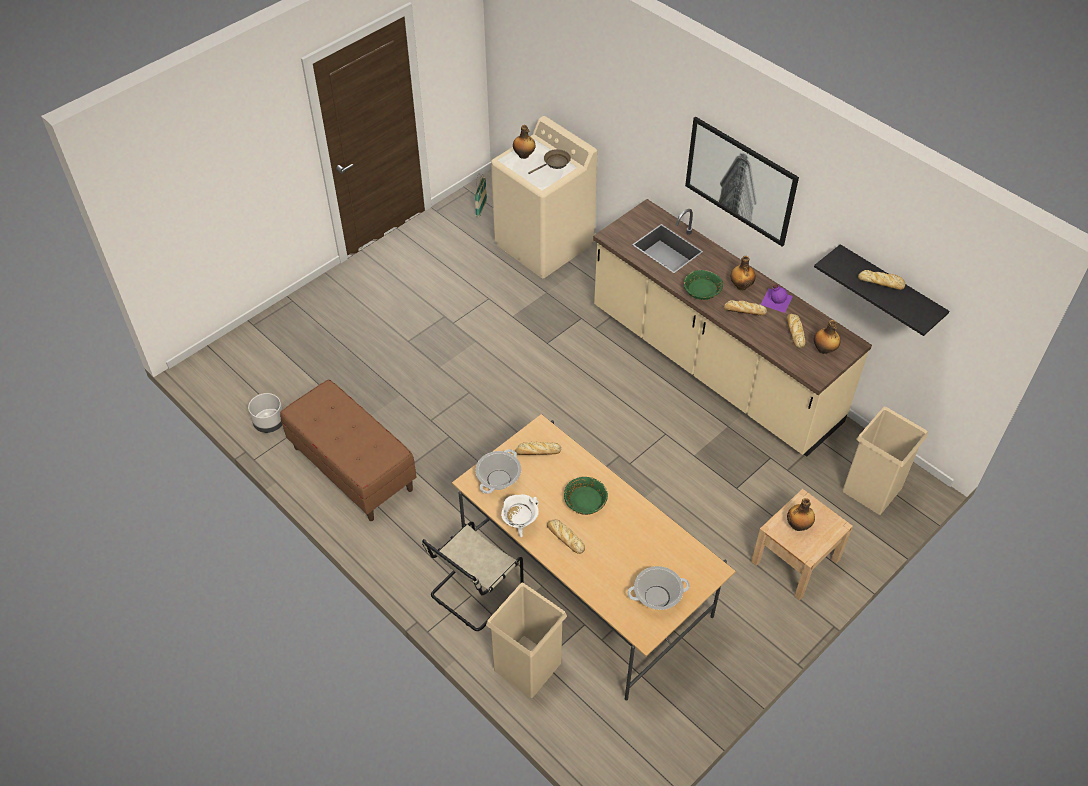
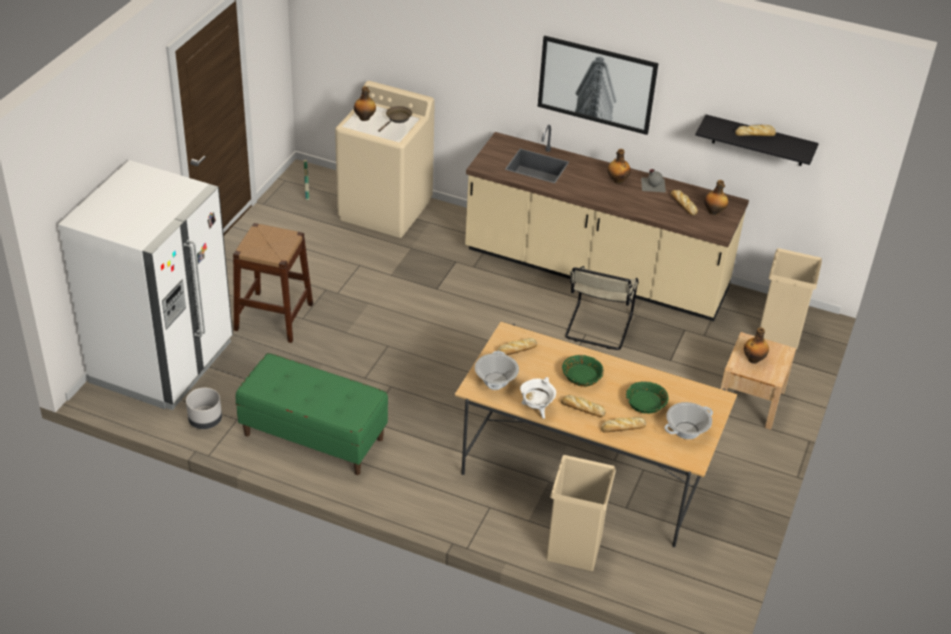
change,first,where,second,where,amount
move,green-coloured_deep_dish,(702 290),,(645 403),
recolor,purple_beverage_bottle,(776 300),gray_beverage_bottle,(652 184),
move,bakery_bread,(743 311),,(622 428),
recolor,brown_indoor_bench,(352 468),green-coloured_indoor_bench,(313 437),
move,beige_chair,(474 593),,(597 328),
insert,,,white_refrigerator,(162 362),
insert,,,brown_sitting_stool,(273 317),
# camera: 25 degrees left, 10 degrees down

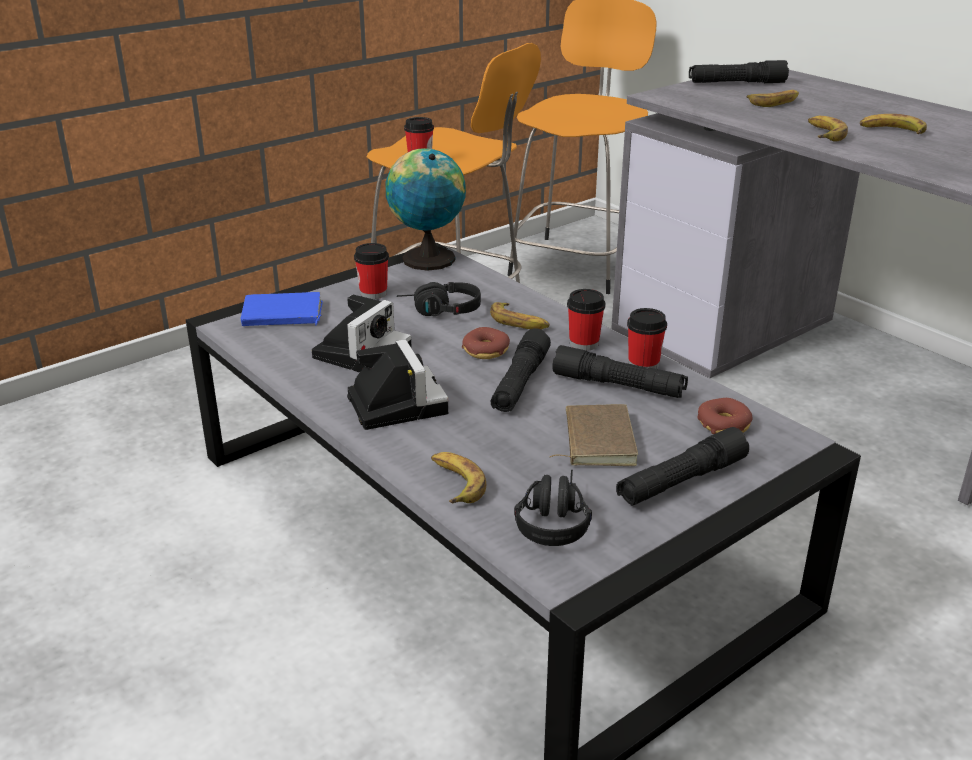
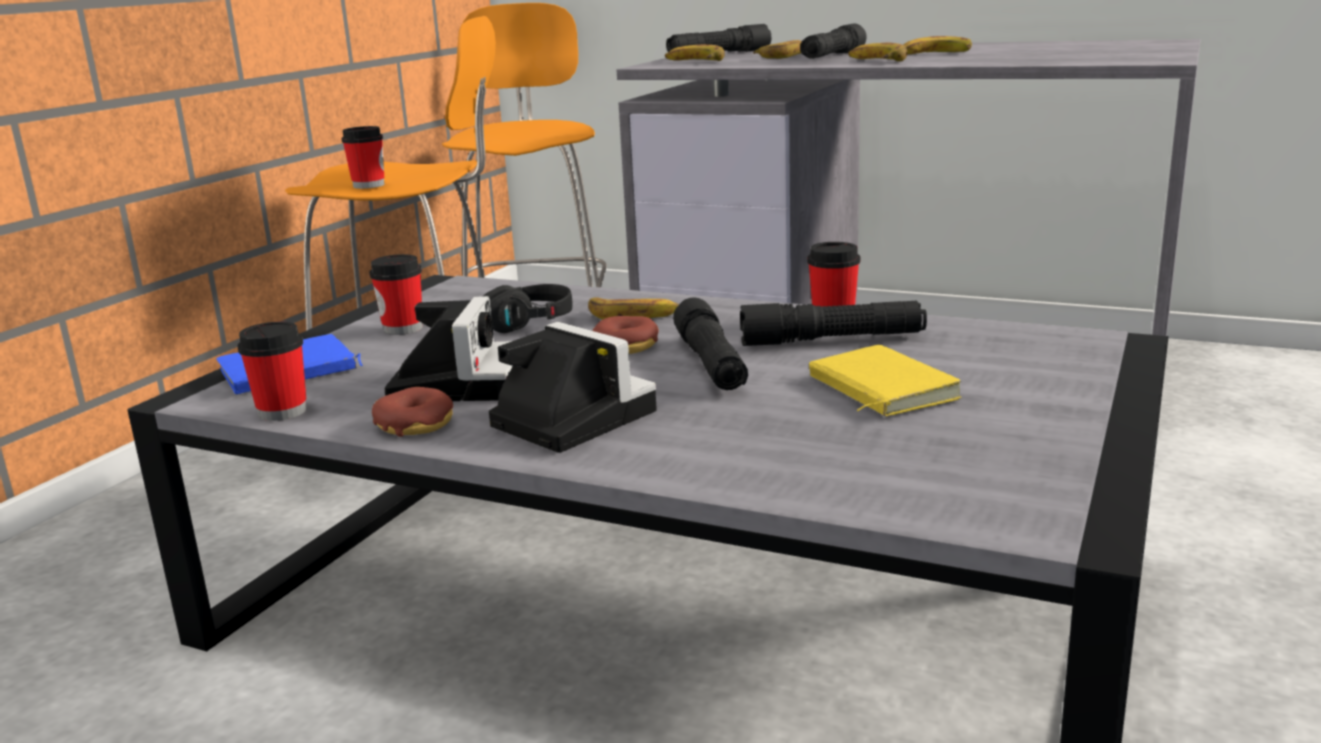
change,first,where,second,where,amount
delete,desk_globe,(426 258),,,
move,drinking_cup,(584 343),,(282 411),
move,doughnut,(724 424),,(415 424),
recolor,brown_volume,(596 440),yellow_volume,(878 389),
move,blackish_torch,(681 481),,(833 56),
move,whole_banana,(455 483),,(694 61),
delete,blackish_headphones,(553 518),,,
# camera: 25 degrees left, 10 degrees down

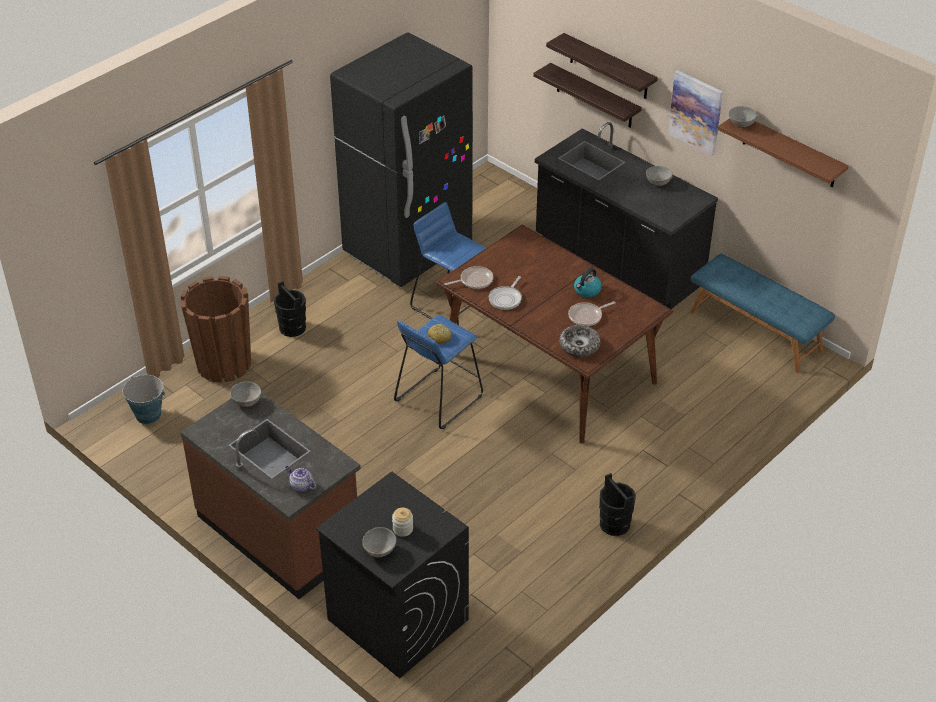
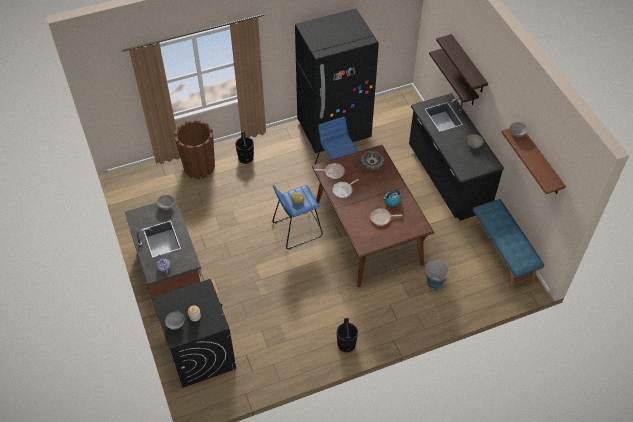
change,first,where,second,where,amount
delete,wall_picture,(696 112),,,
move,deep_dish,(579 346),,(372 163),
move,pail,(148 415),,(434 282),
# camera: 25 degrees right, 10 degrees up

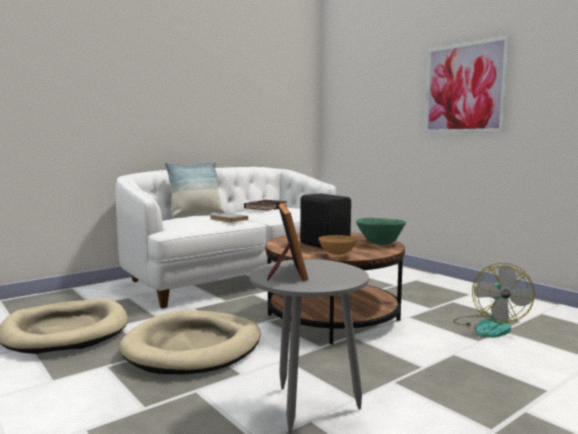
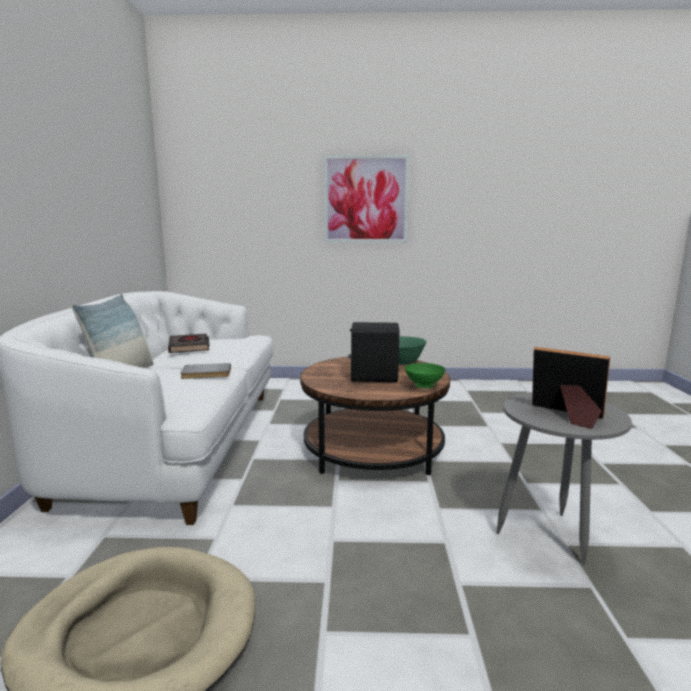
change,first,where,second,where,amount
recolor,brown_deep_dish,(338 257),green-coloured_deep_dish,(424 386),
delete,cooling_fan,(489 326),,,
delete,beige_pet_bed,(193 347),,,
# camera: 50 degrees left, 5 degrees up

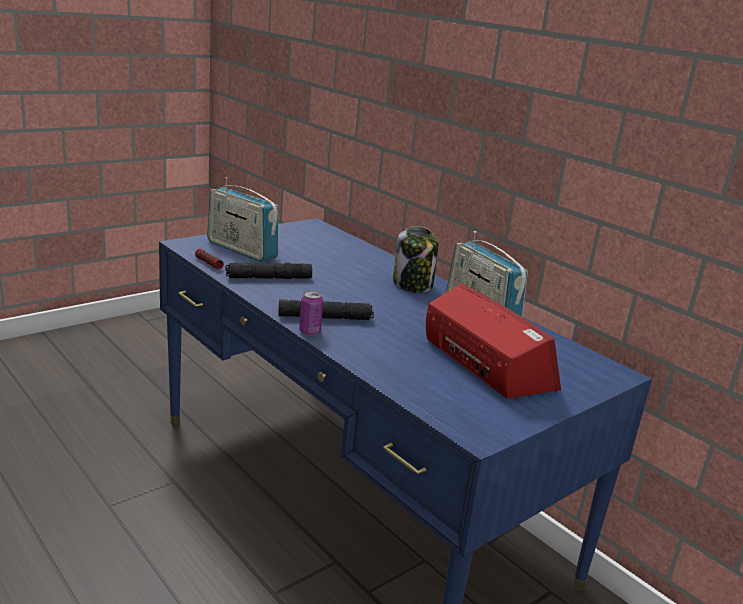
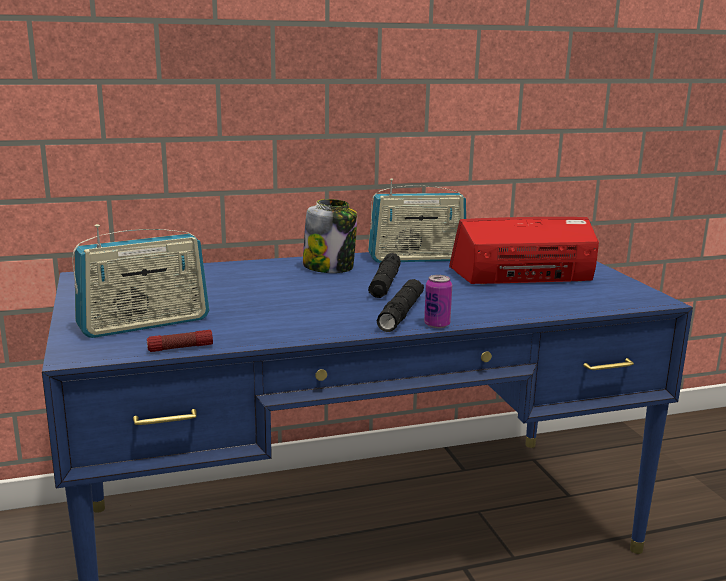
change,first,where,second,where,amount
move,blackish_torch,(268 278),,(385 284),
# camera: 65 degrees left, 5 degrees down

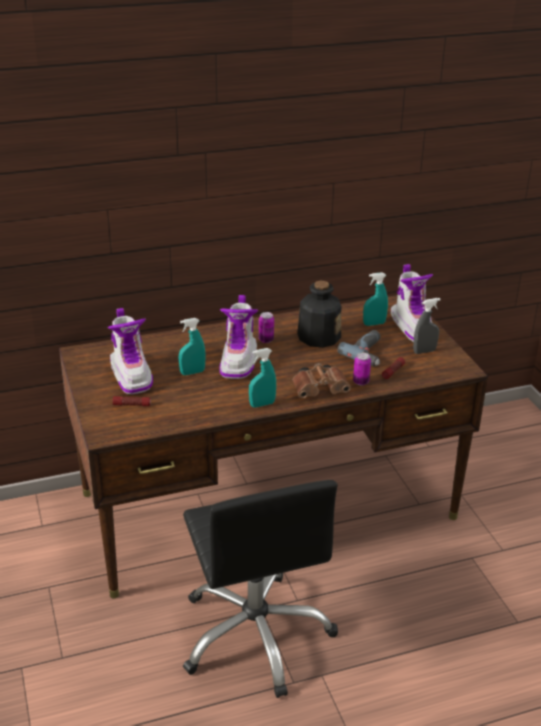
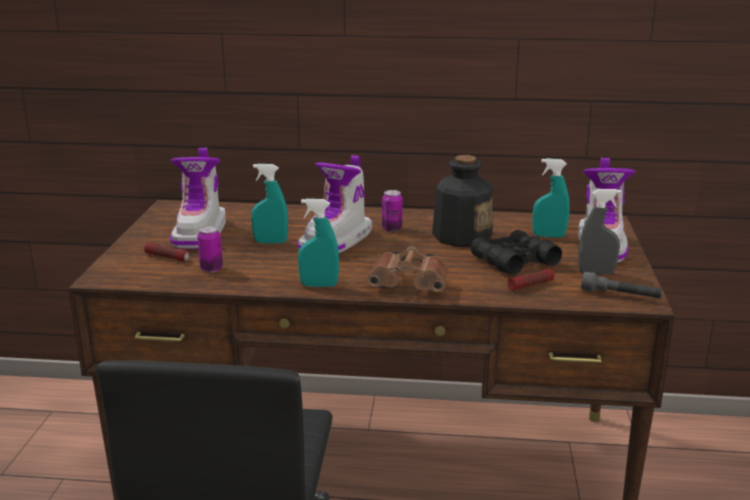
change,first,where,second,where,amount
replace,drill,(369 353),blackish_binoculars,(514 262),
move,can,(361 382),,(211 269),
insert,,,gray_torch,(620 295),
# camera: 25 degrees right, 10 degrees down

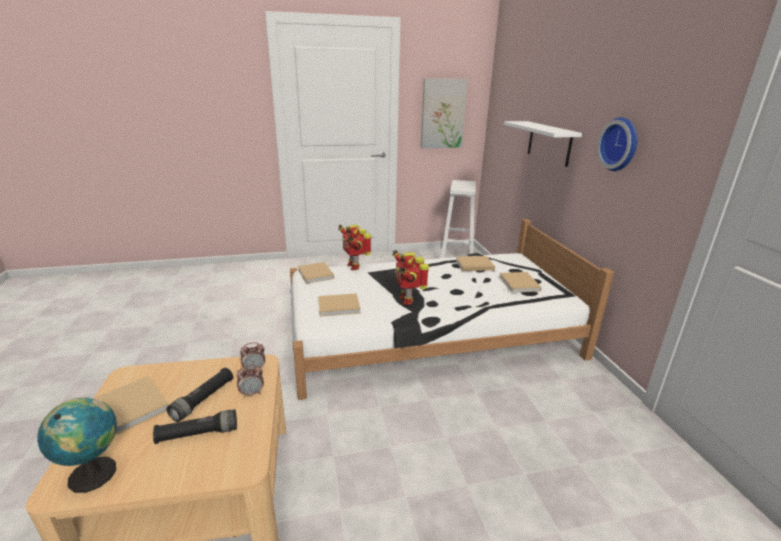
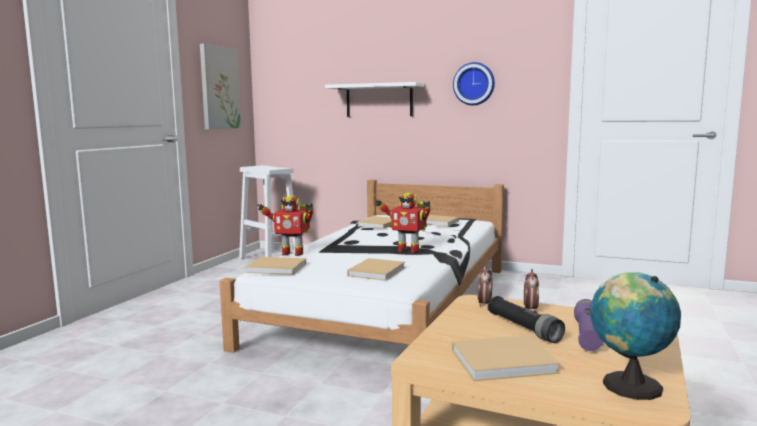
change,first,where,second,where,amount
recolor,blackish_torch,(198 434),purple_torch,(587 335),
# camera: 55 degrees left, 15 degrees down

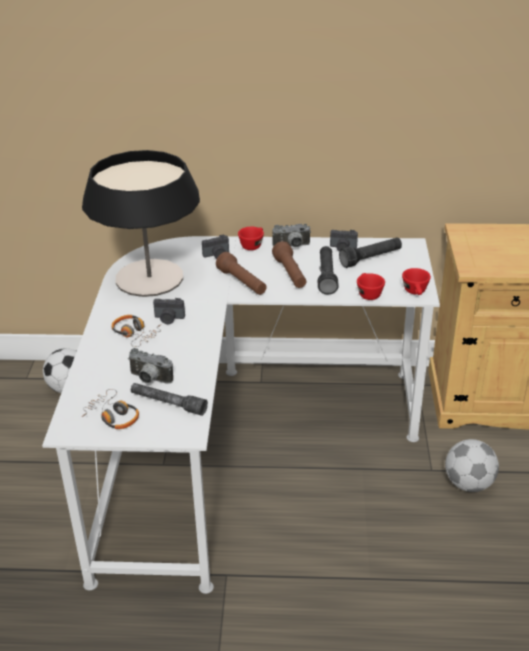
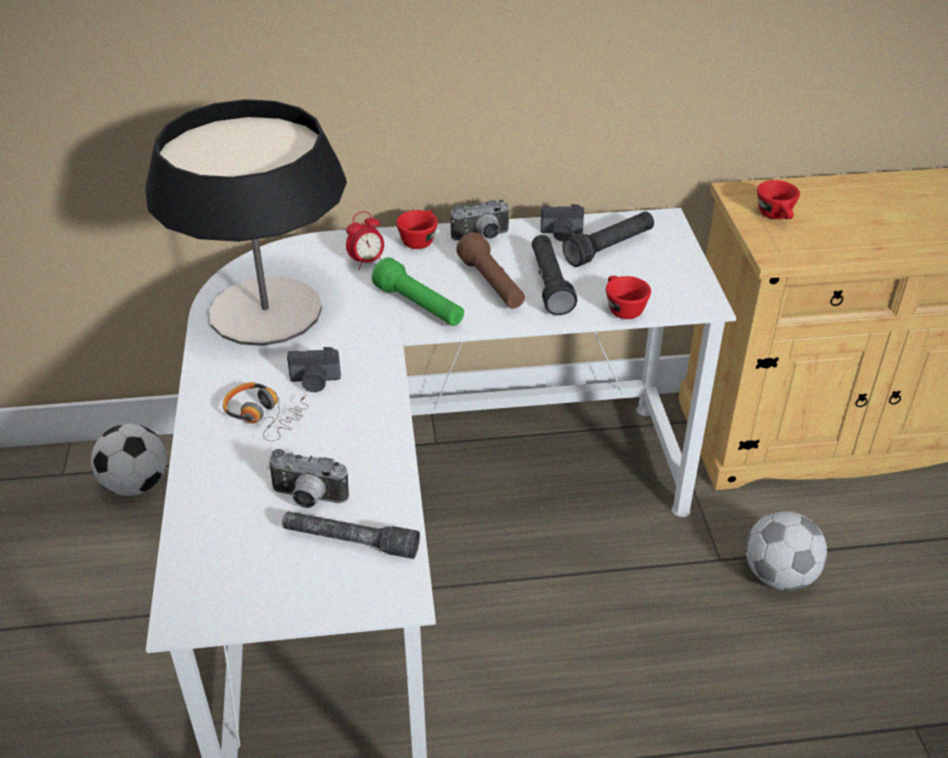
change,first,where,second,where,amount
replace,photo_camera,(217 255),table_clock,(367 262),
recolor,brown_torch,(242 283),green-coloured_torch,(419 307),
move,red_drinking_cup,(416 292),,(777 216),
delete,headphones,(113 416),,,
# camera: 10 degrees left, 5 degrees up

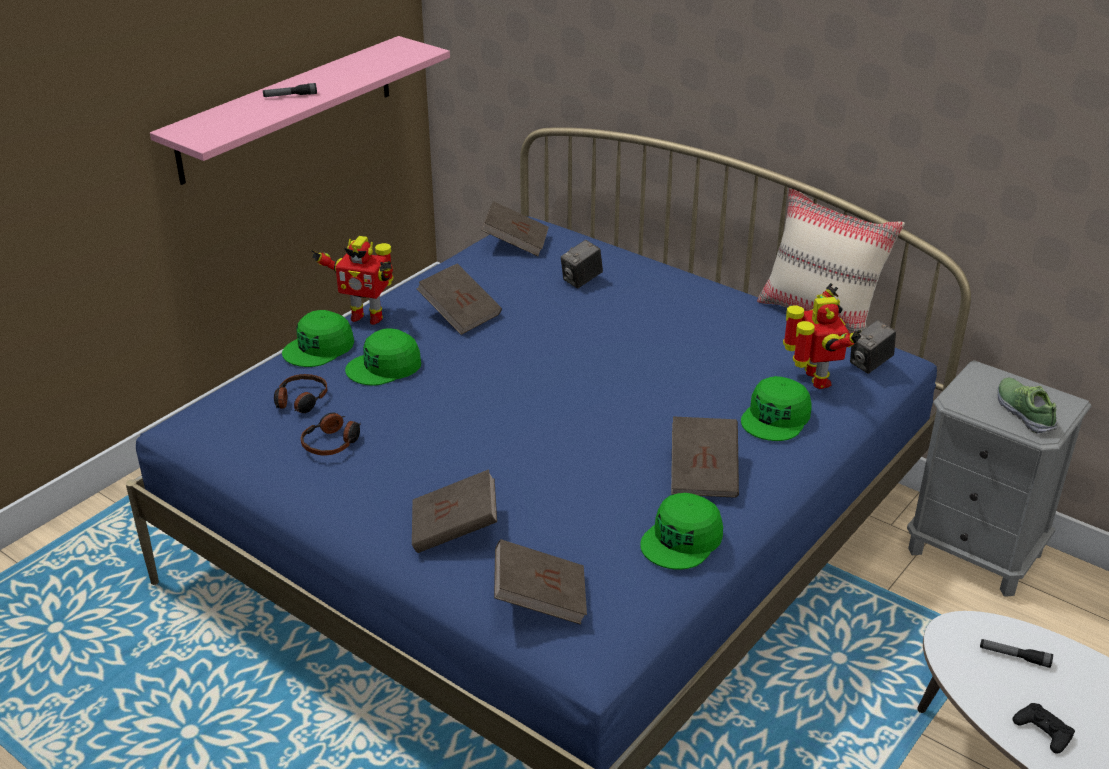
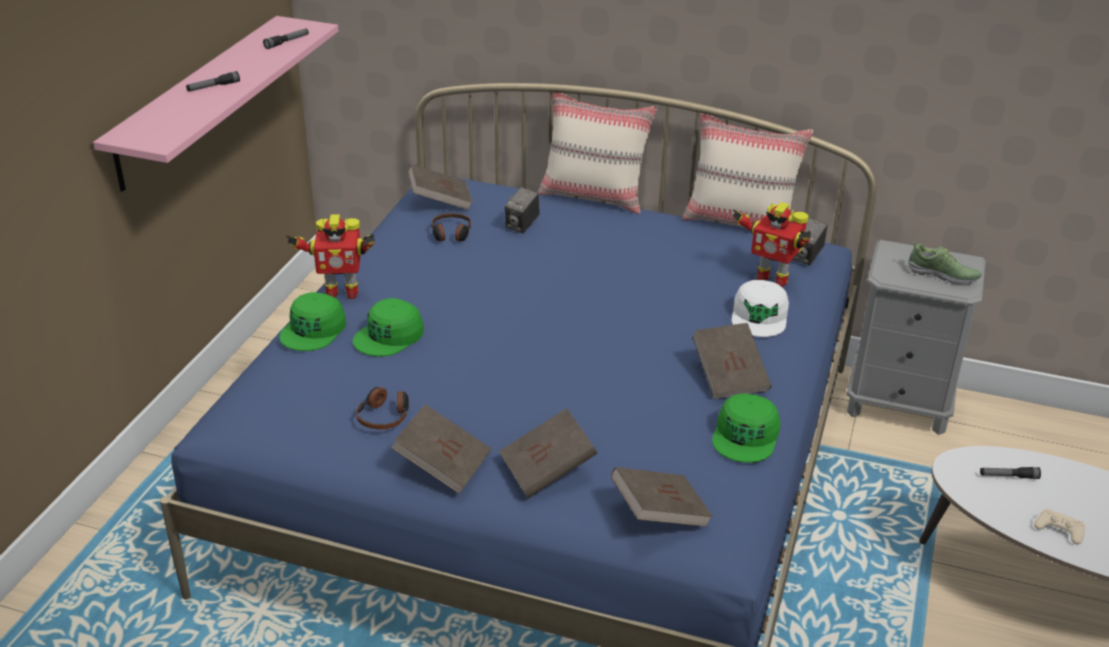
change,first,where,second,where,amount
move,brown_volume,(460 314),,(443 464),
rotate,model_robot,(814 380),,(771 278),150 degrees clockwise
move,headphones,(300 401),,(451 234),
recolor,green-coloured_cap,(776 417),white_cap,(760 316),
rotate,low_shoe,(1024 412),,(942 275),150 degrees clockwise
recolor,blackish_joypad,(1043 731),beige_joypad,(1059 529),
insert,,,torch,(287 42),
insert,,,beige_throw_pillow,(594 196),
# camera: 20 degrees left, 0 degrees up

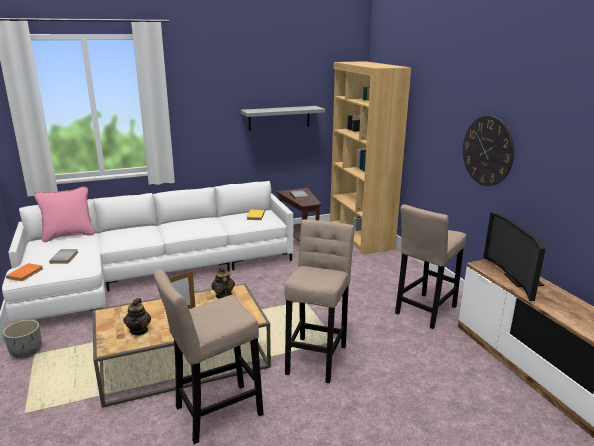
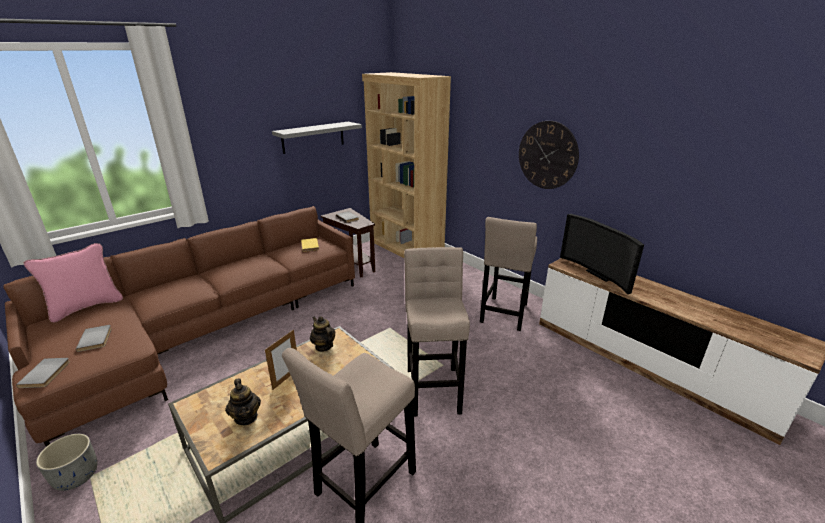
change,first,where,second,where,amount
recolor,white_couch,(151 273),brown_couch,(203 330),
recolor,orange-coloured_volume,(26 273),gray_volume,(47 374),
# camera: 20 degrees left, 5 degrees up

